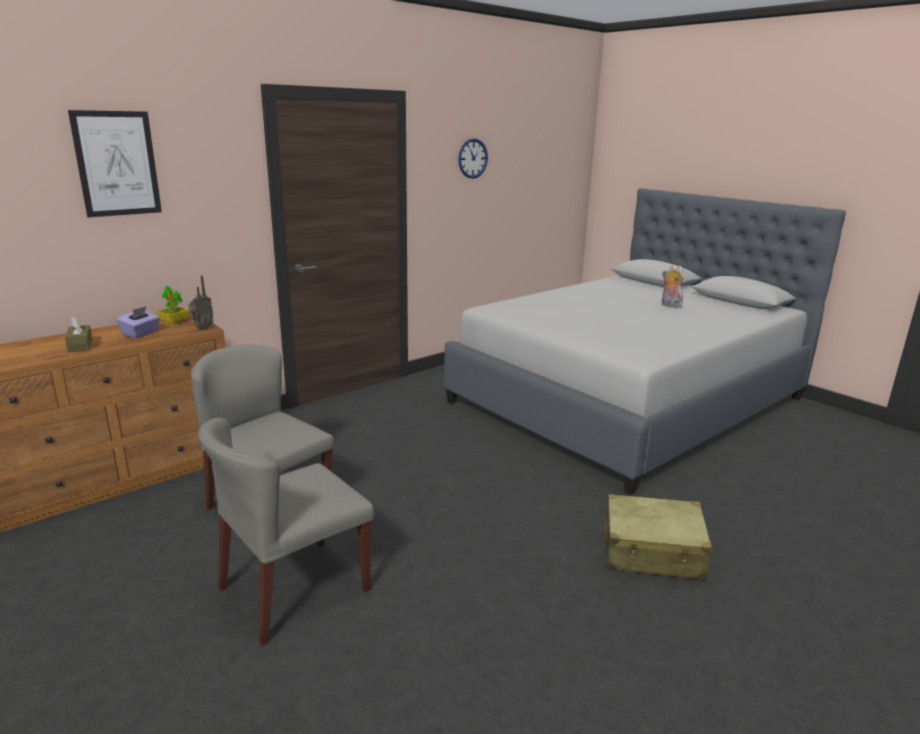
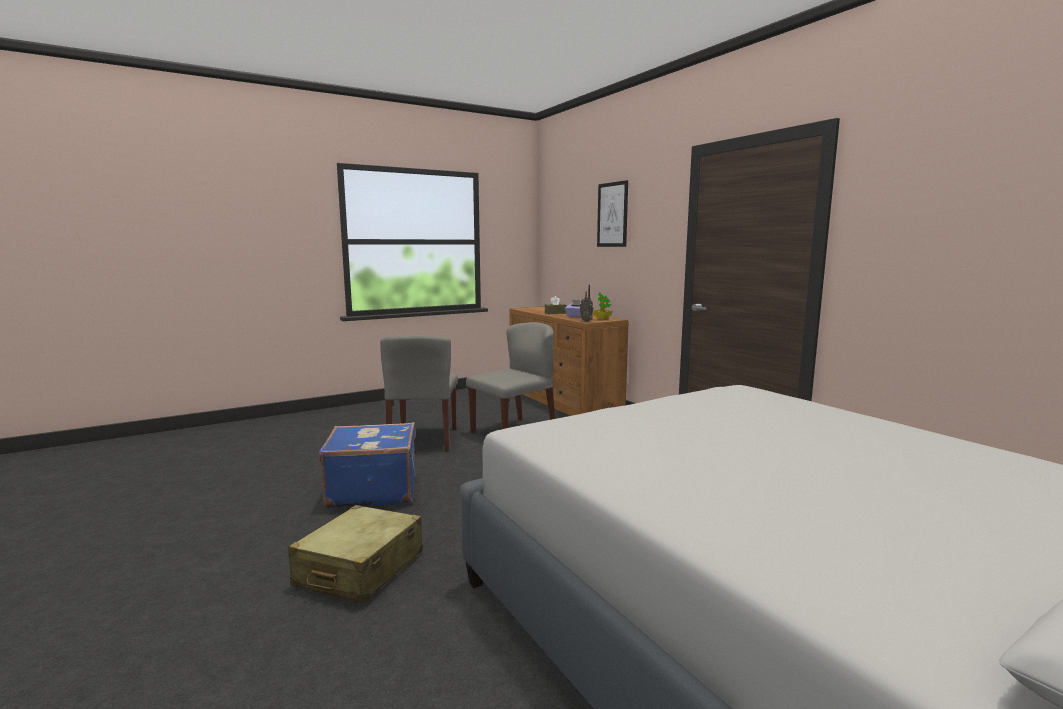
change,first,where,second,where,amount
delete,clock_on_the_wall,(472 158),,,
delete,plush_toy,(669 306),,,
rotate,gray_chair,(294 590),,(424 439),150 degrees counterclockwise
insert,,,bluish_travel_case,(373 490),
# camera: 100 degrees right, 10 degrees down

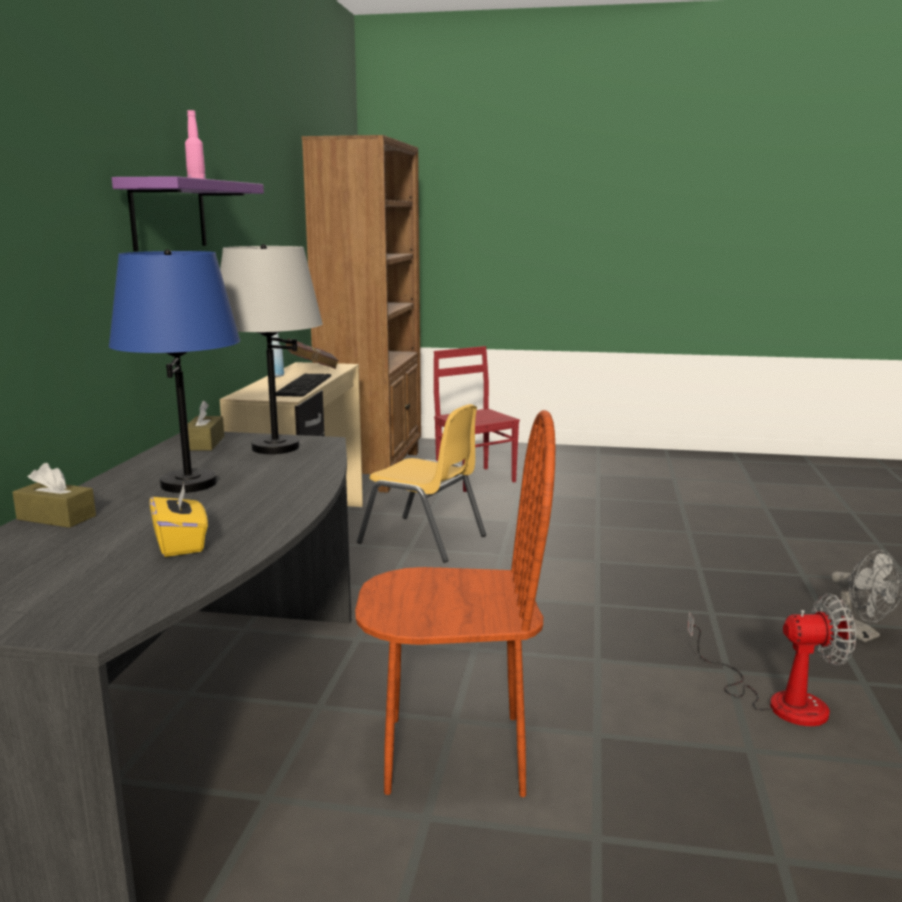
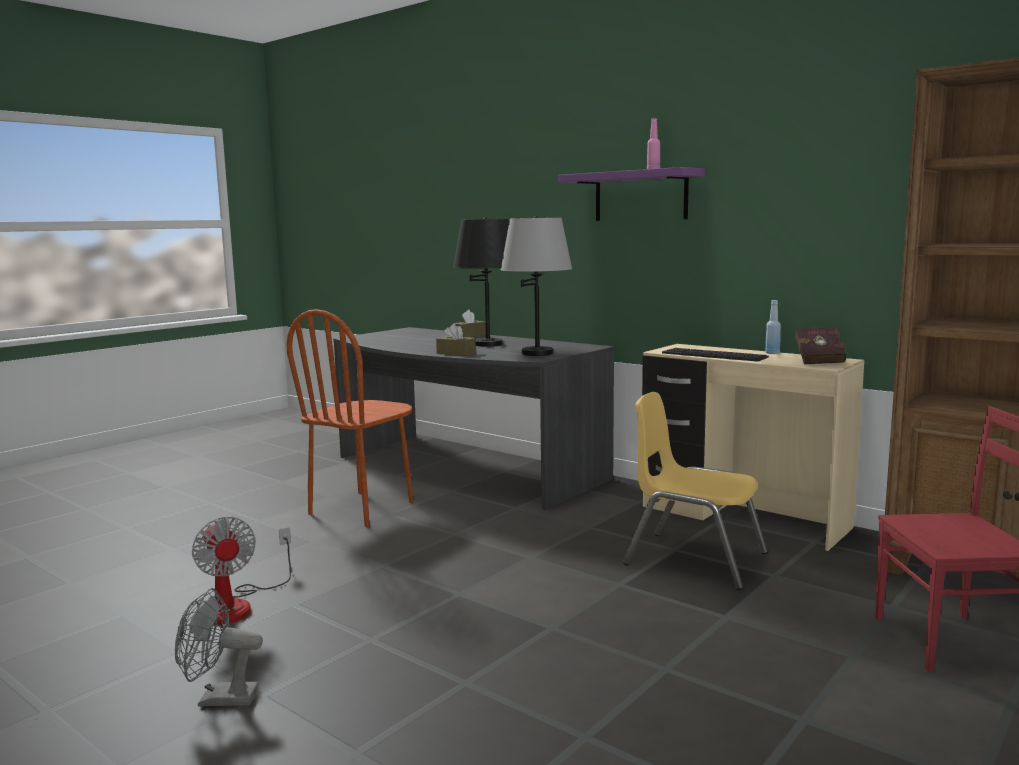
change,first,where,second,where,amount
recolor,bluish_table_lamp,(188 484),blackish_table_lamp,(488 344),
move,brown_tissue_holder,(204 443),,(456 353),
rotate,yellow_chair,(423 539),,(695 559),60 degrees clockwise
delete,yellow_tissue_holder,(181 544),,,
rotate,cooling_fan,(778 700),,(238 605),60 degrees counterclockwise
# camera: 120 degrees right, 5 degrees down

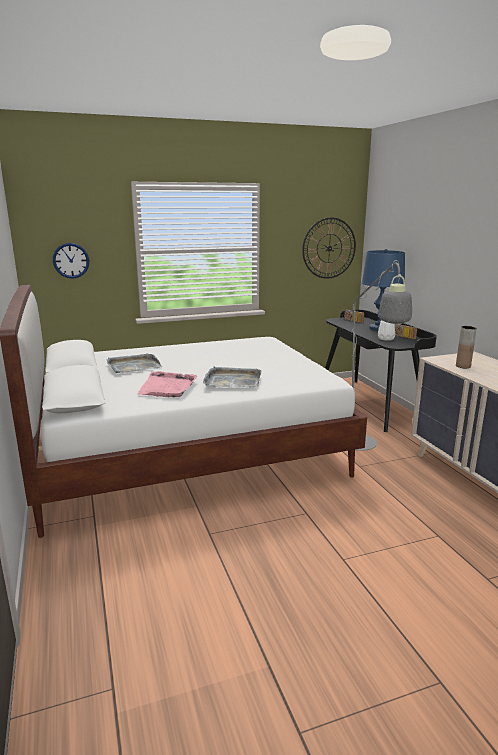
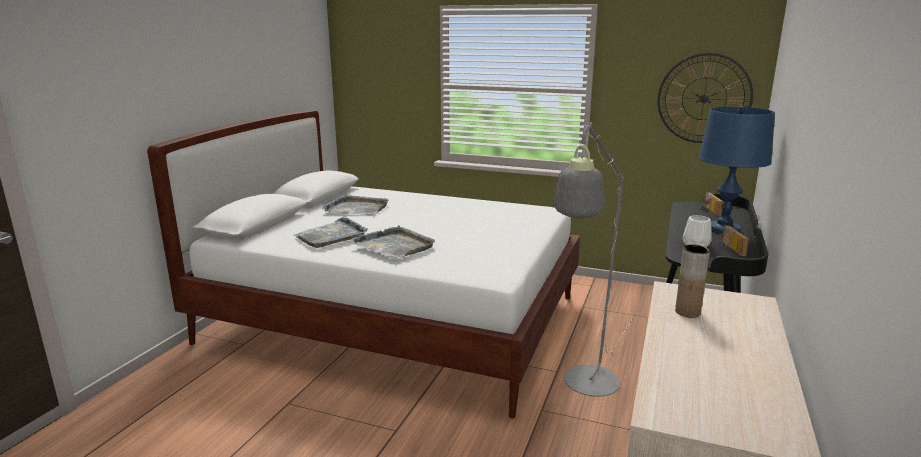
change,first,where,second,where,amount
delete,clock_on_the_wall,(71 260),,,
recolor,pinkish_tray,(167 387),gray_tray,(331 235),
# camera: 40 degrees right, 0 degrees up

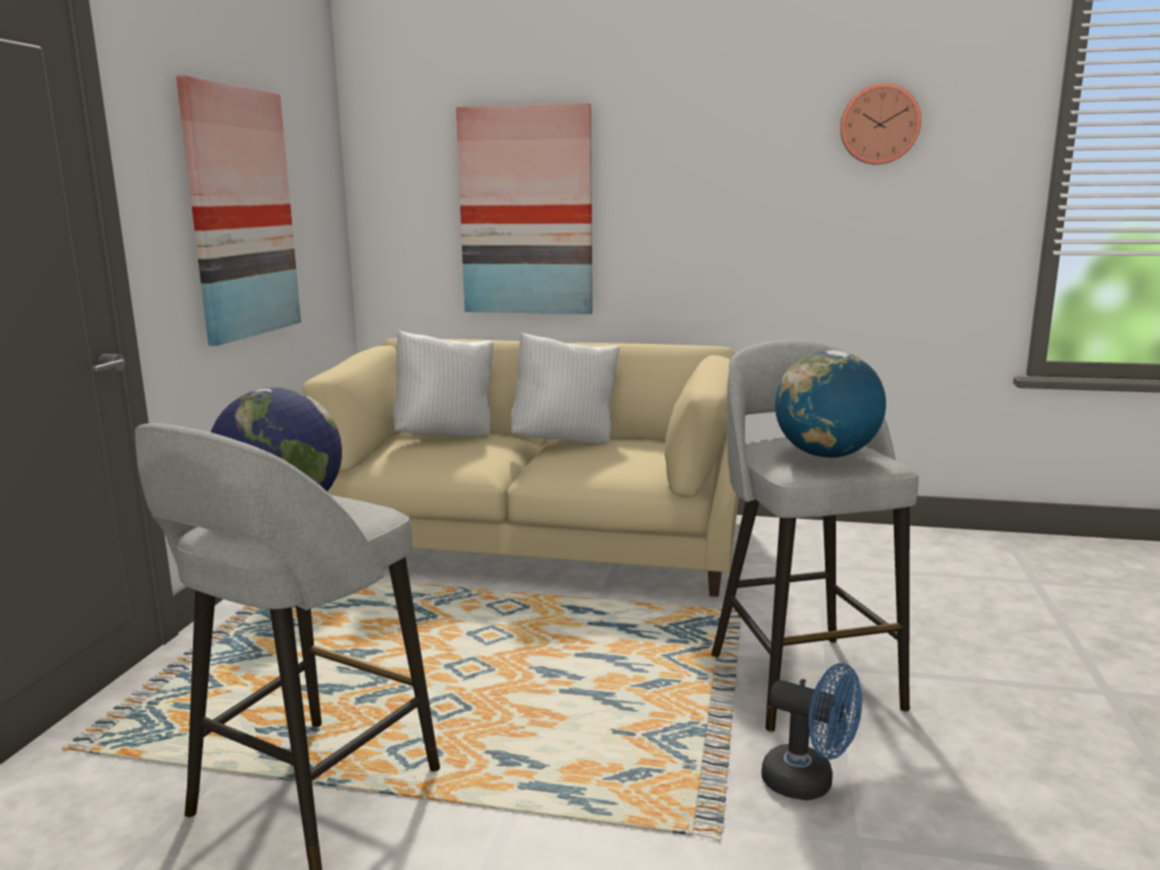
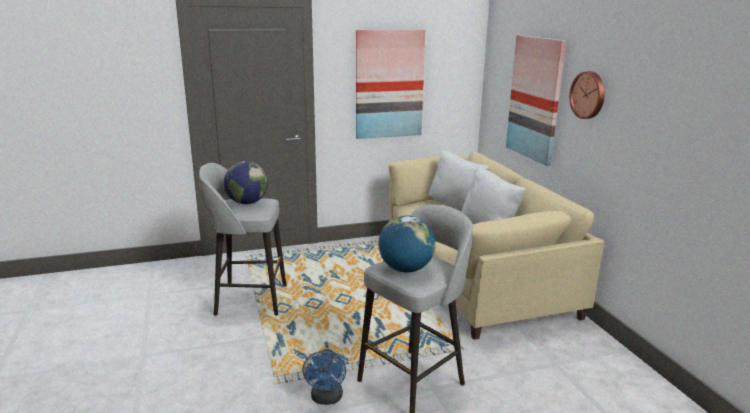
change,first,where,second,where,amount
move,clock_on_the_wall,(879 124),,(588 95),
# camera: 60 degrees right, 5 degrees up

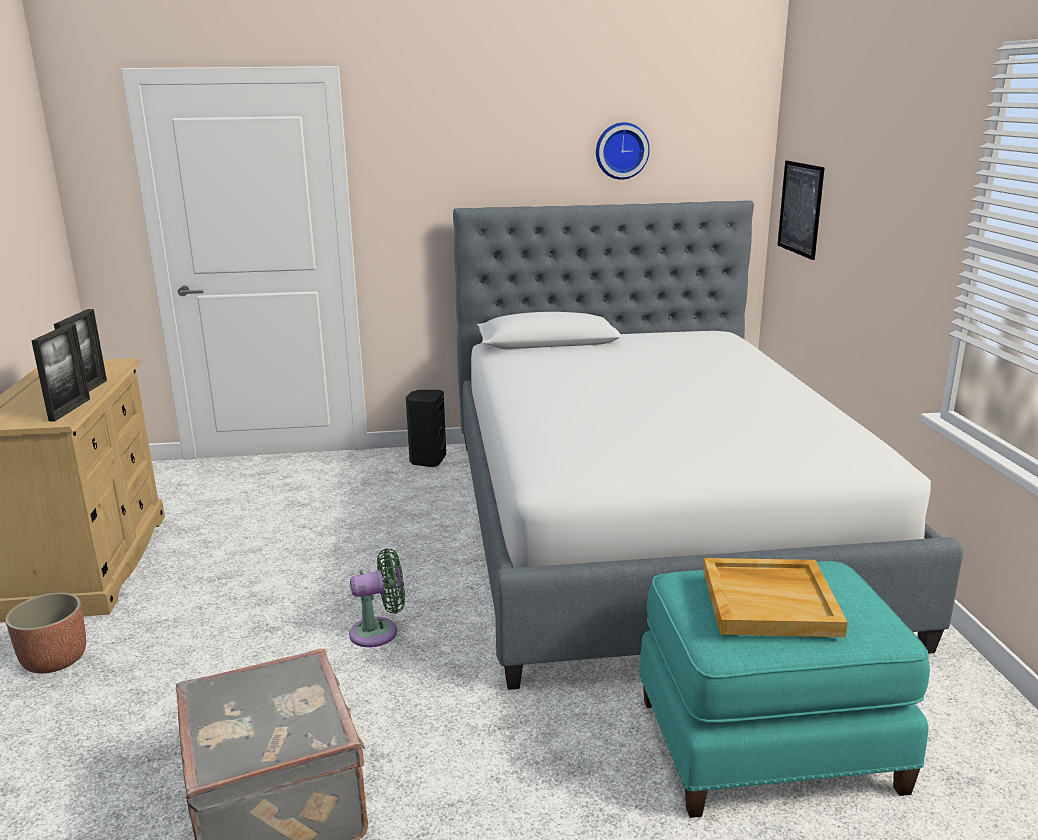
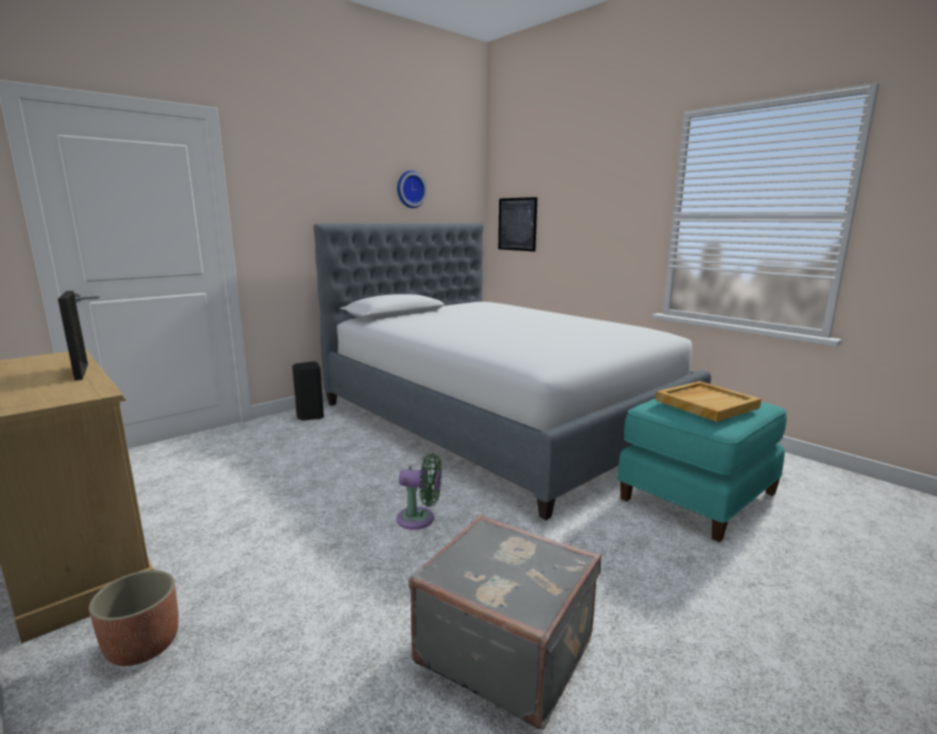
change,first,where,second,where,amount
delete,picture_frame,(70 409),,,
rotate,green-coloured_cooling_fan,(379 632),,(420 519),60 degrees clockwise
# camera: 35 degrees left, 5 degrees down

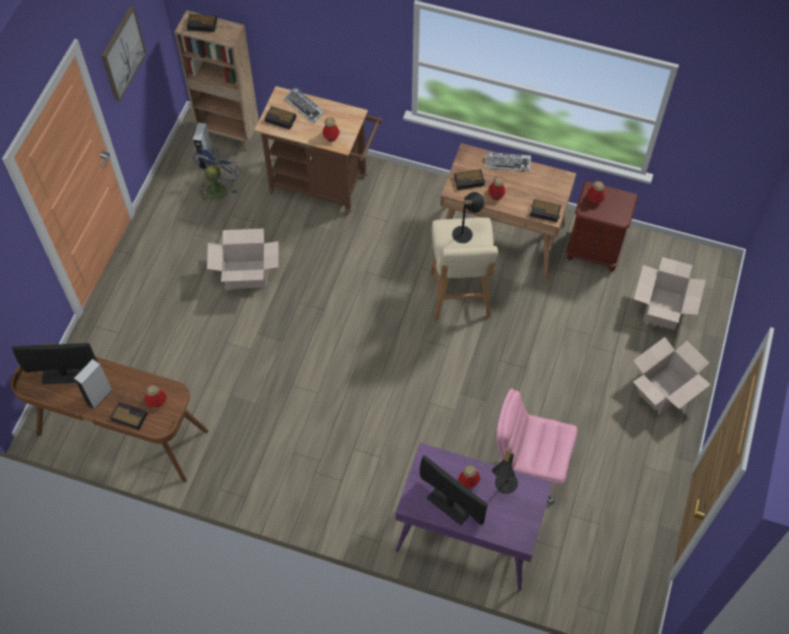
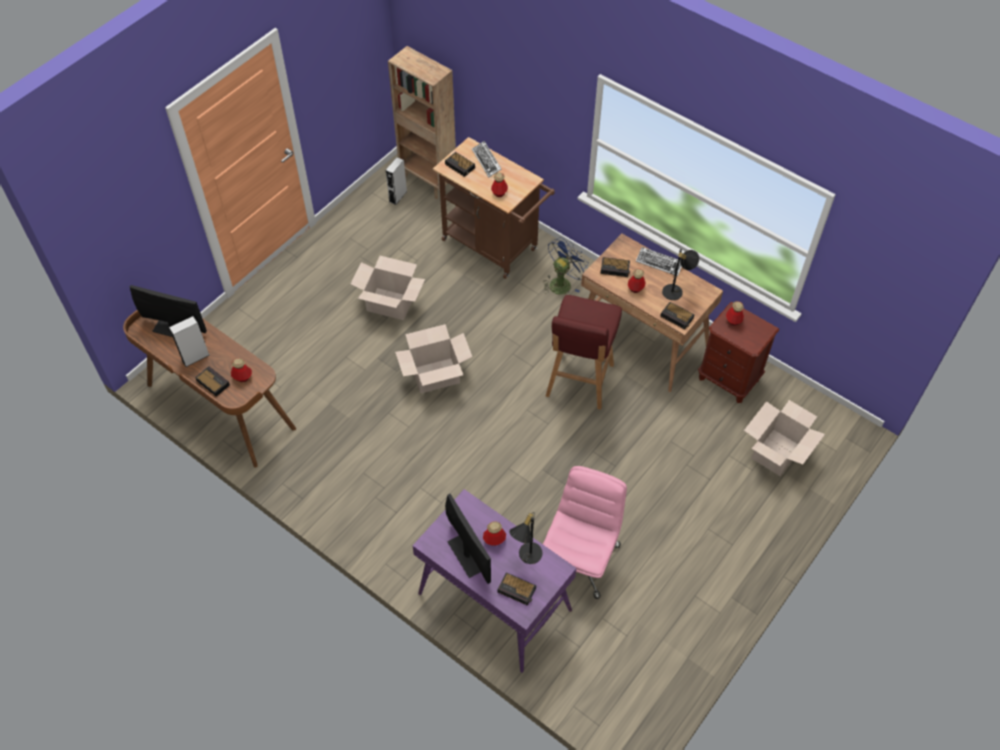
change,first,where,second,where,amount
delete,wall_picture,(122 53),,,
move,table_clock,(203 25),,(517 590),
move,bluish_cooling_fan,(218 187),,(562 282),
move,blackish_table_lamp,(465 232),,(676 291),
recolor,beige_sitting_stool,(459 297),red_sitting_stool,(579 381),
move,packing_box,(663 389),,(435 375),
rotate,pinkish_office_chair,(528 467),,(579 559),75 degrees clockwise
# camera: 20 degrees right, 5 degrees down

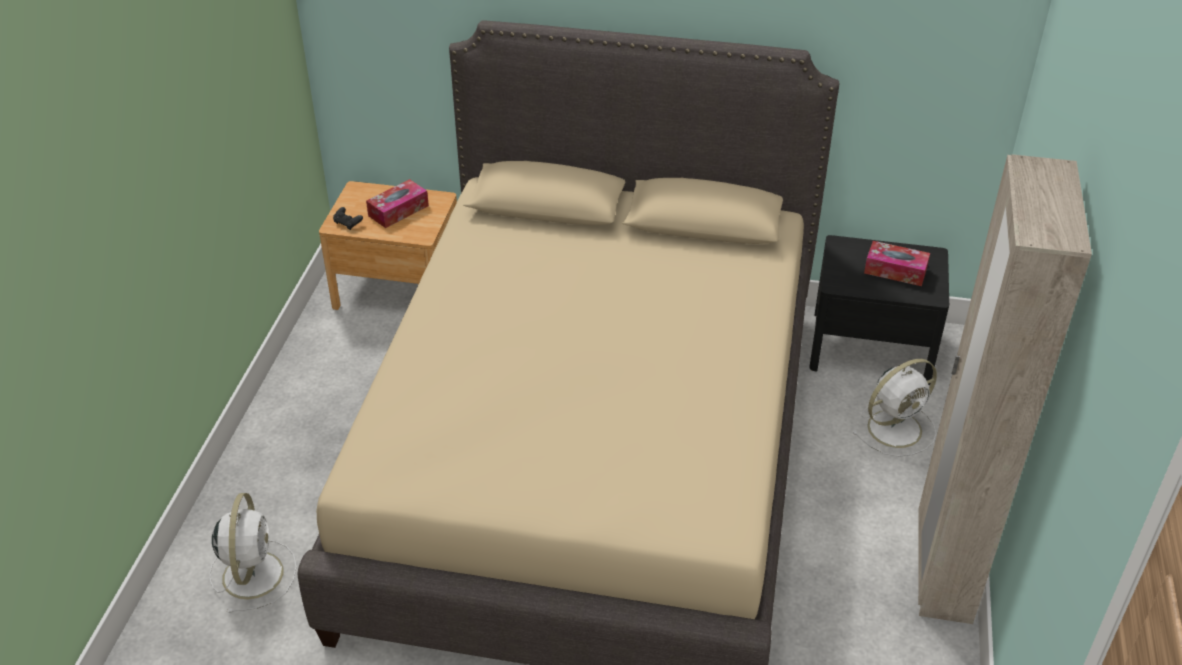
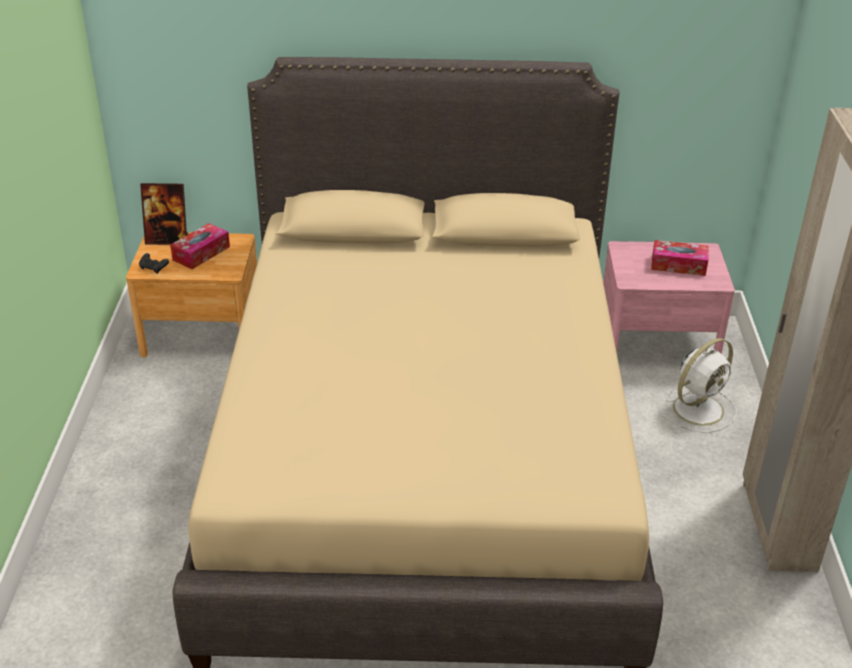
change,first,where,second,where,amount
recolor,blackish_nightstand,(871 347),pinkish_nightstand,(657 342),
delete,white_cooling_fan,(253 573),,,
insert,,,picture_frame,(168 239),
# camera: 10 degrees left, 5 degrees down

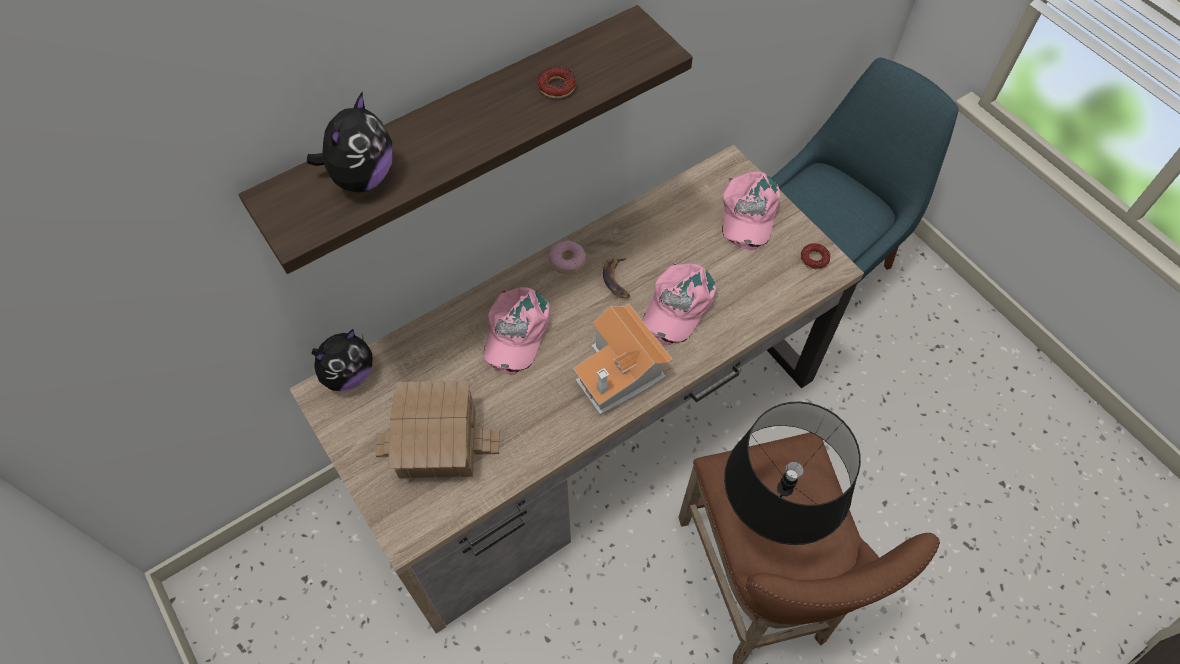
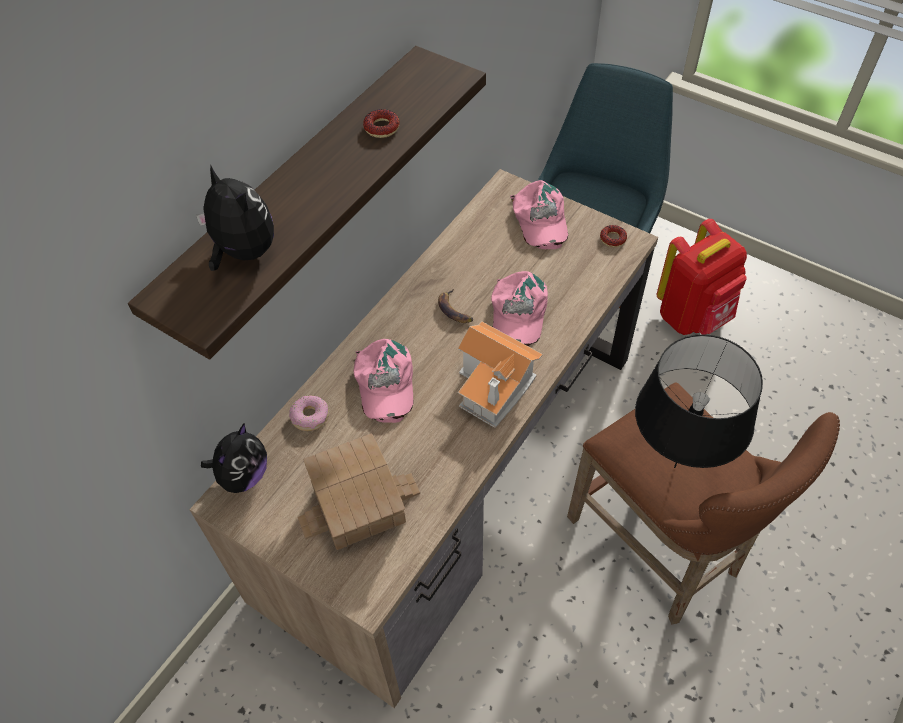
change,first,where,second,where,amount
rotate,plush_toy,(362 177),,(243 252),45 degrees counterclockwise
move,doughnut,(567 261),,(310 416),
insert,,,red_backpack,(693 316),
# camera: 20 degrees left, 5 degrees down

